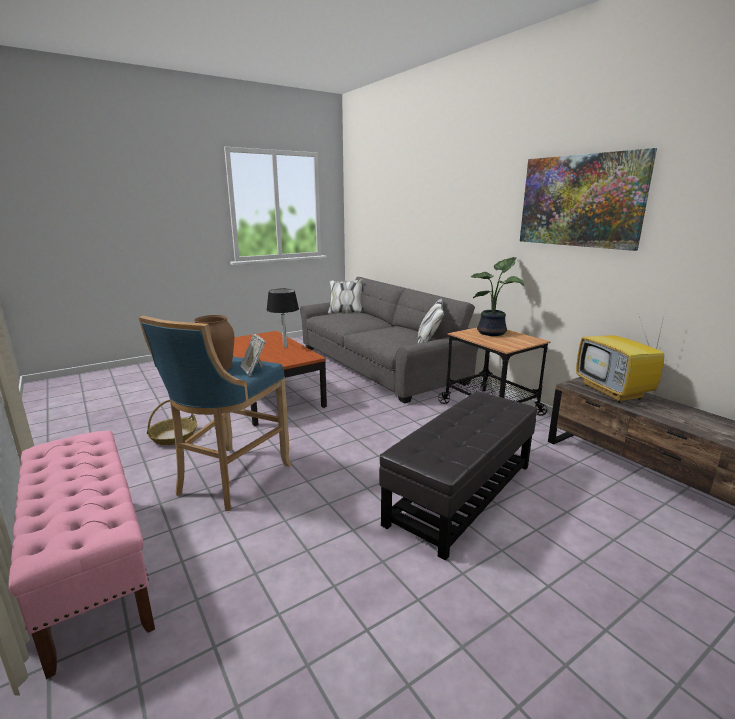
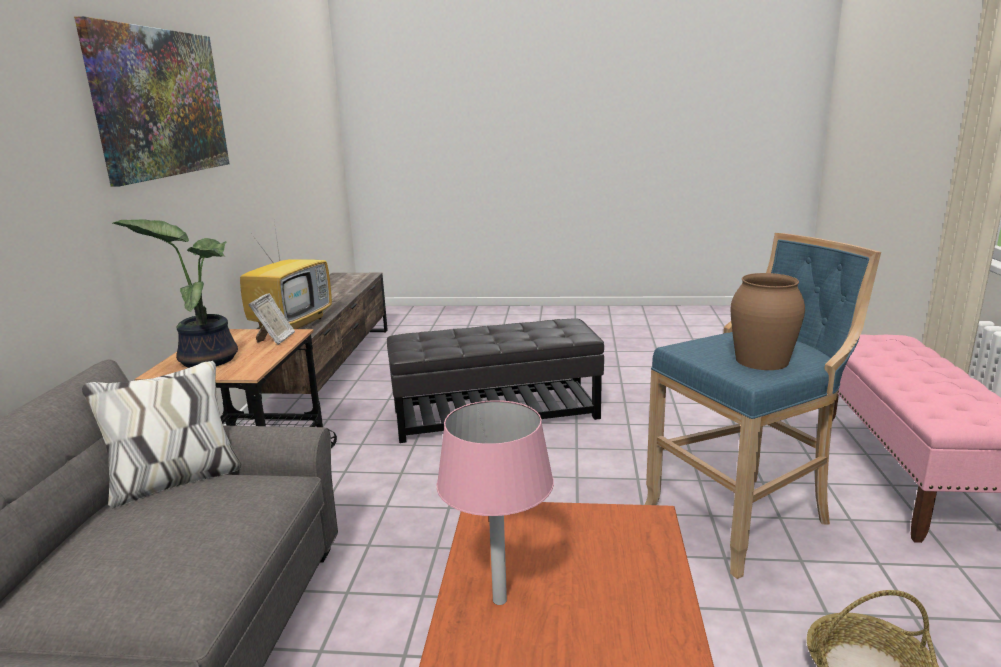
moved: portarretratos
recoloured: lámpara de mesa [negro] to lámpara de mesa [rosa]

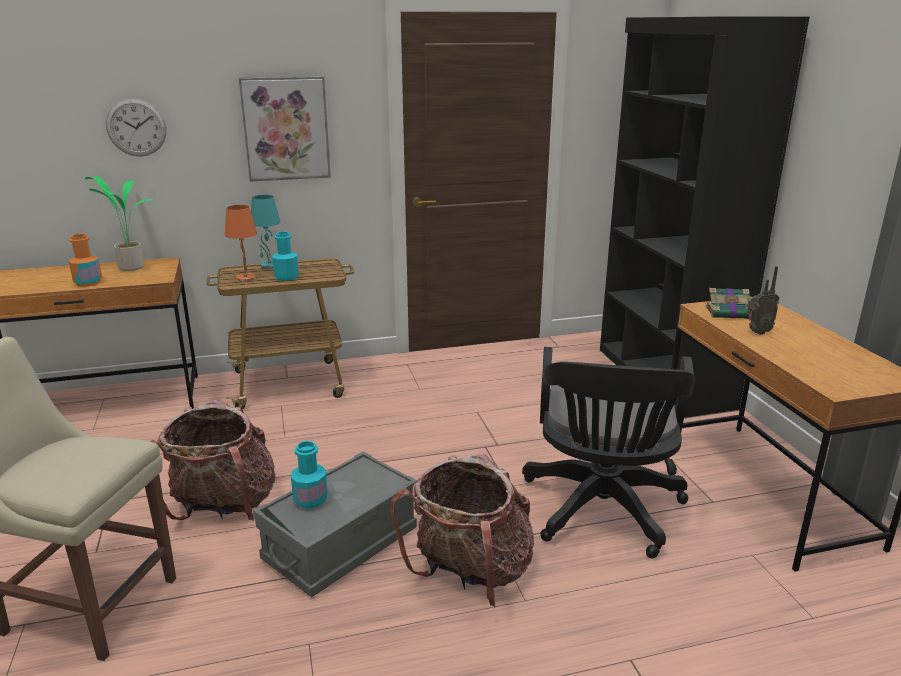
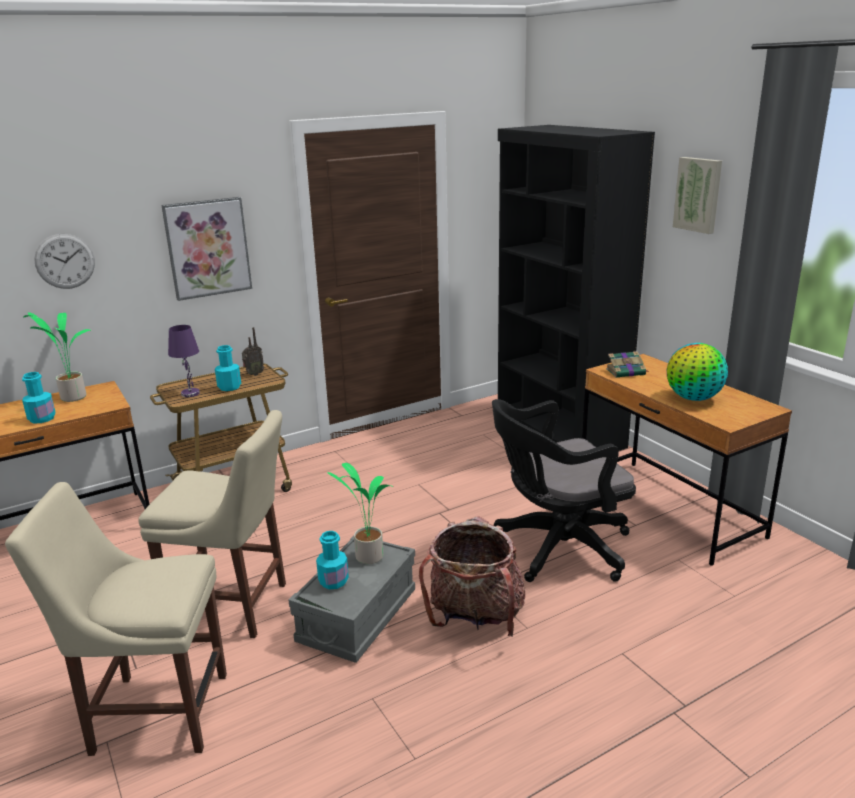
removed: lámpara de mesa [turquesa]
added: planta en maceta (2nd from left); globo terráqueo; cuadro (2nd from left)
moved: radio
replaced: mochila (1st from left) to silla [beis] (2nd from left)
recoloured: botella [naranja] to botella [turquesa] (1st from left); lámpara de mesa [naranja] to lámpara de mesa [morado]
turned: silla de oficina [negro] 75 degrees clockwise

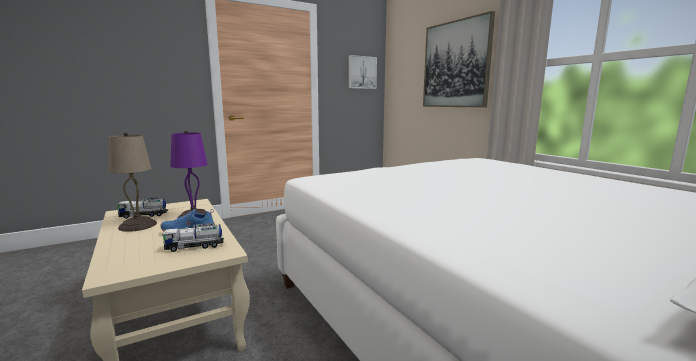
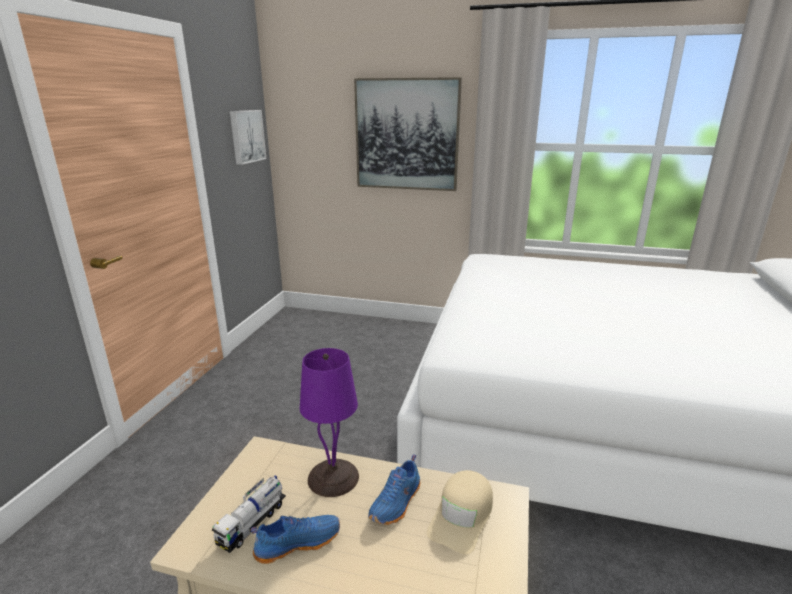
replaced: lámpara de mesa [beis] to zapato [azul] (1st from left); camión de juguete (2nd from left) to gorra [beis]

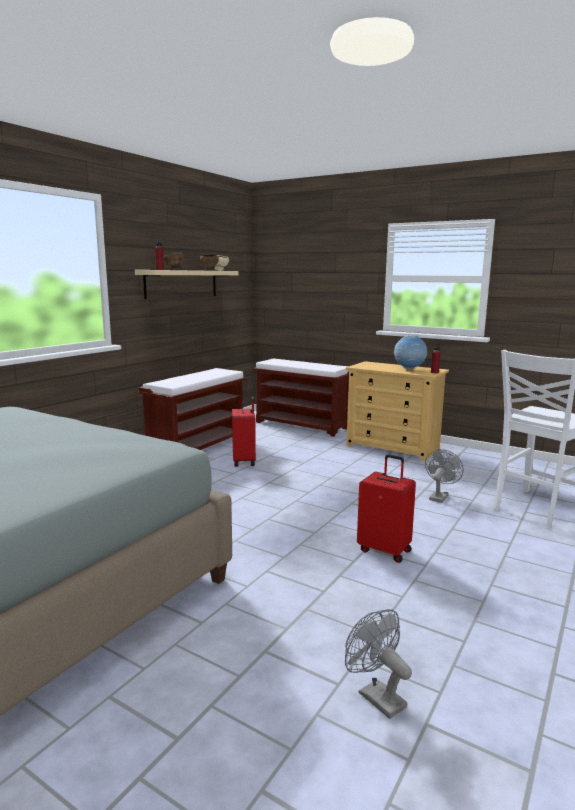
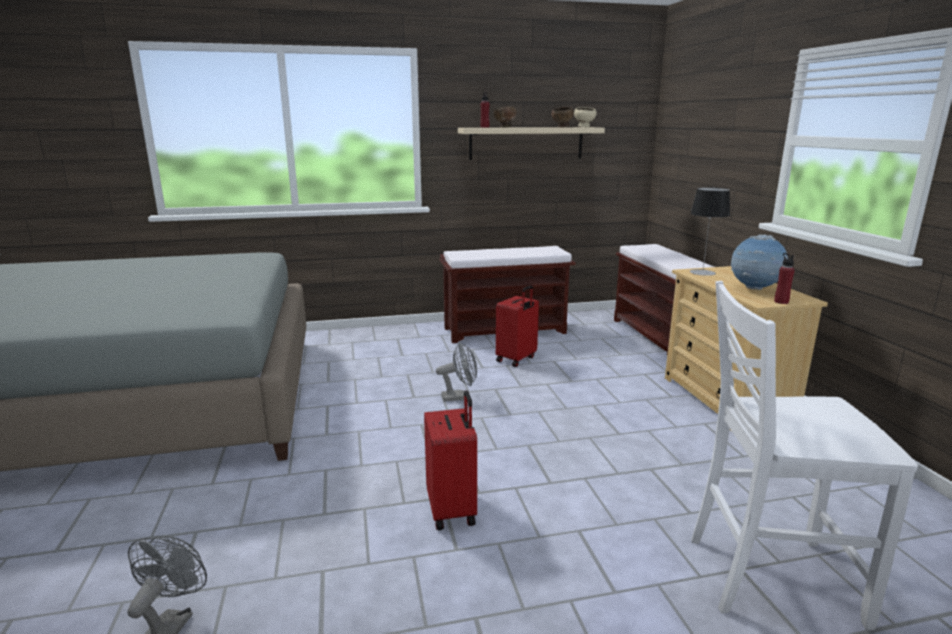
added: lámpara de mesa
moved: ventilador [gris] (2nd from left)

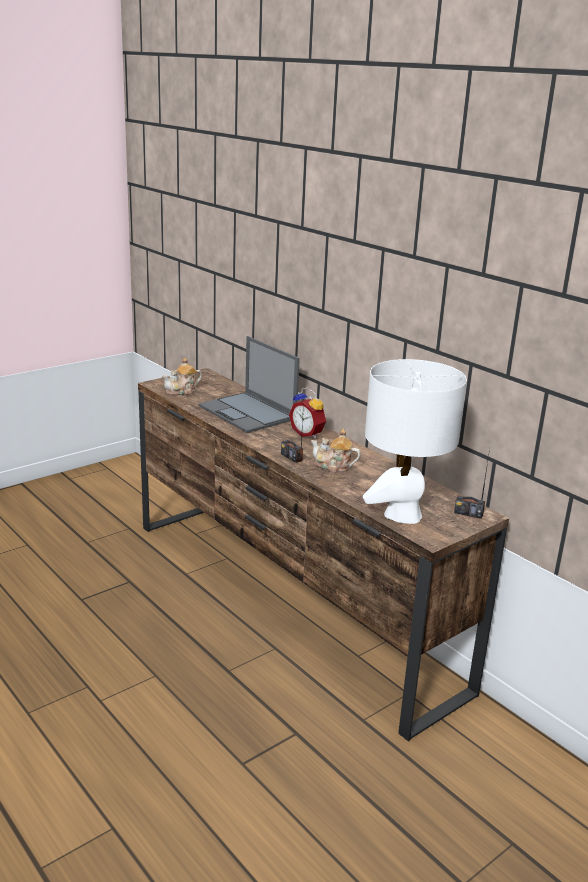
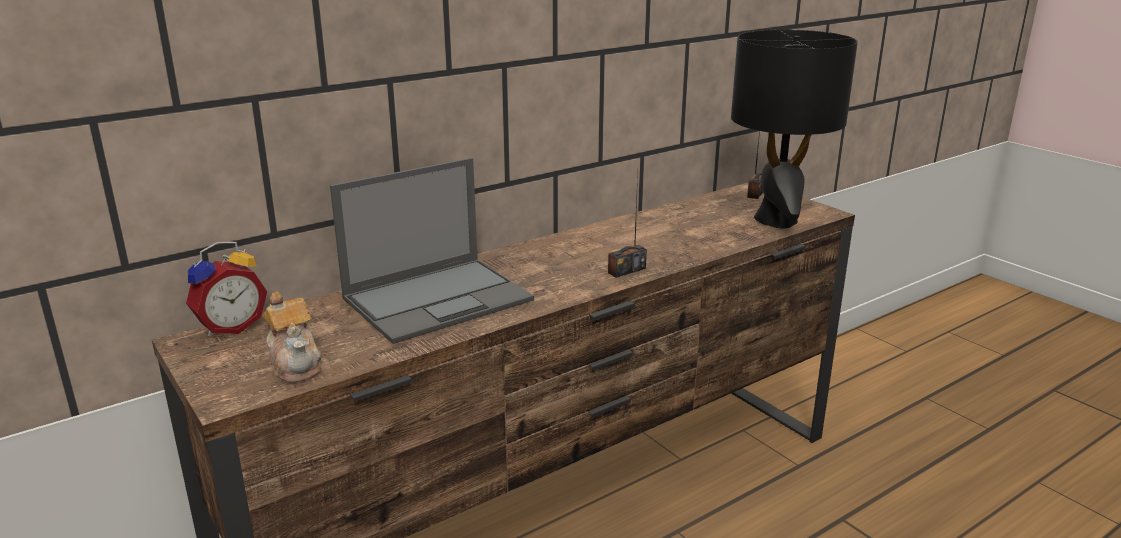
removed: tetera (2nd from left)
moved: despertador
recoloured: lámpara de mesa [blanco] to lámpara de mesa [negro]

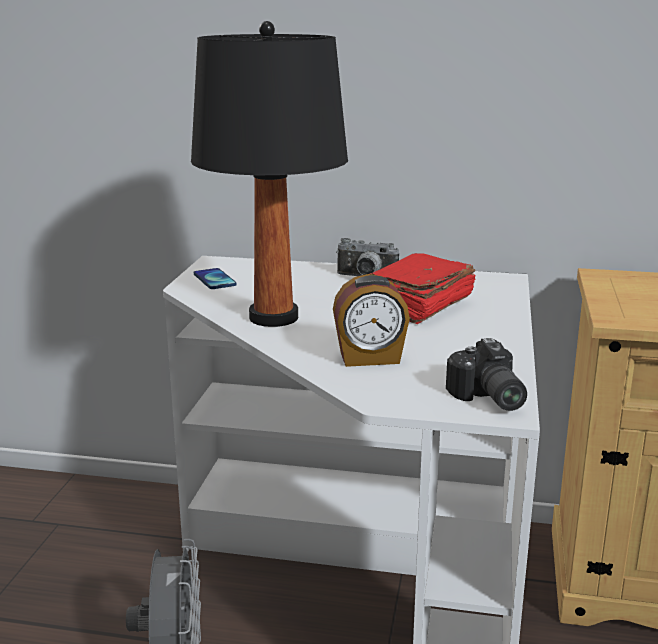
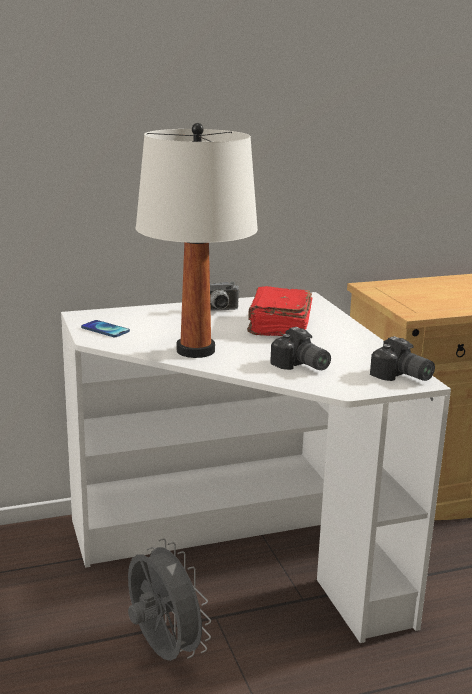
replaced: despertador to cámara (2nd from left)
recoloured: lámpara de mesa [negro] to lámpara de mesa [blanco]

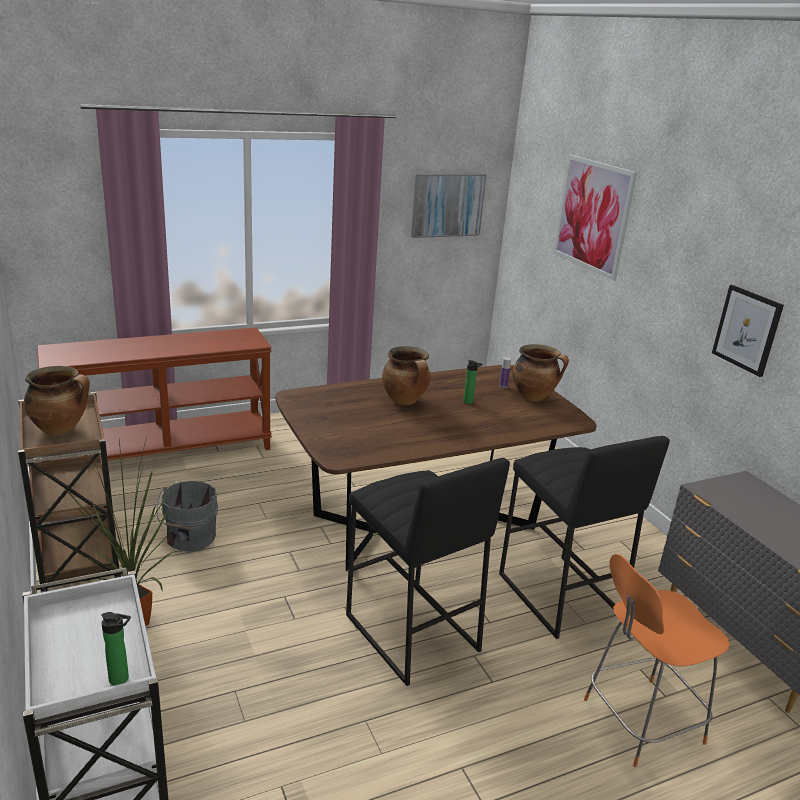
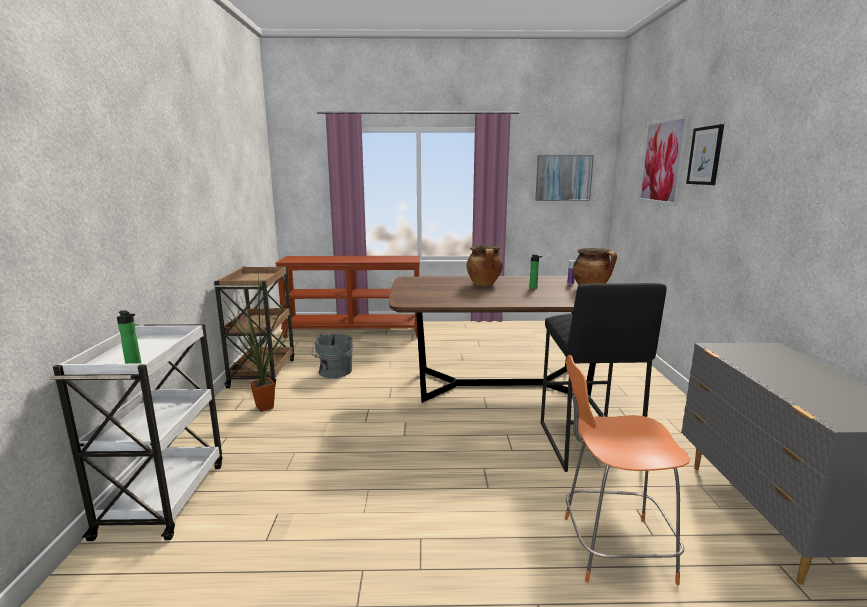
removed: olla (1st from left); taburete [negro] (1st from left)
moved: cuadro (3rd from left)

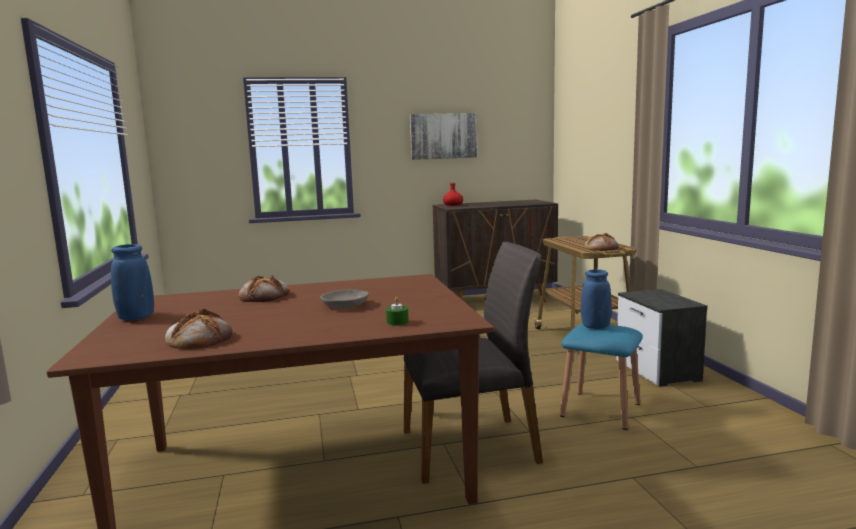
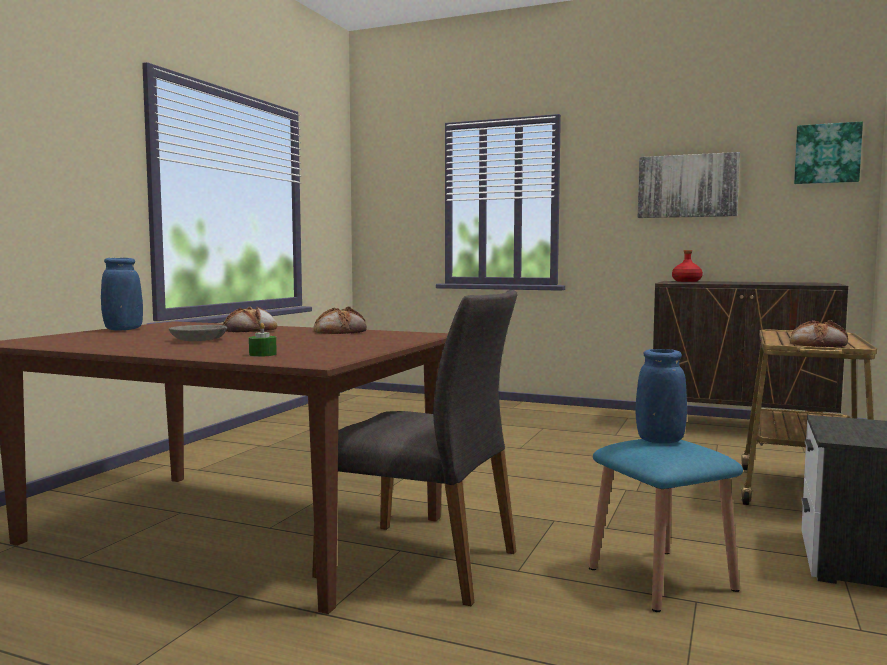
added: cuadro (2nd from left)
moved: pan (1st from left in the first image) to pan (2nd from left); cuenco [gris]

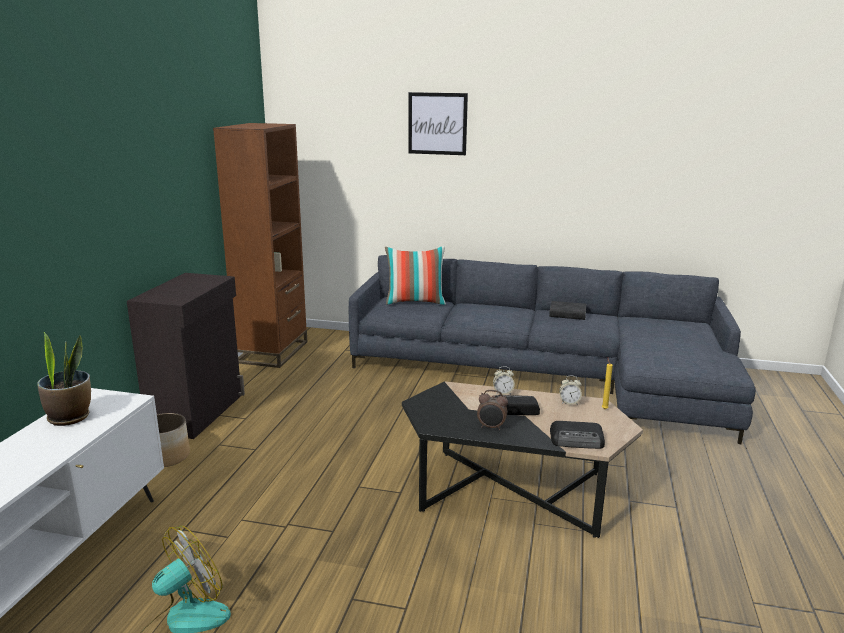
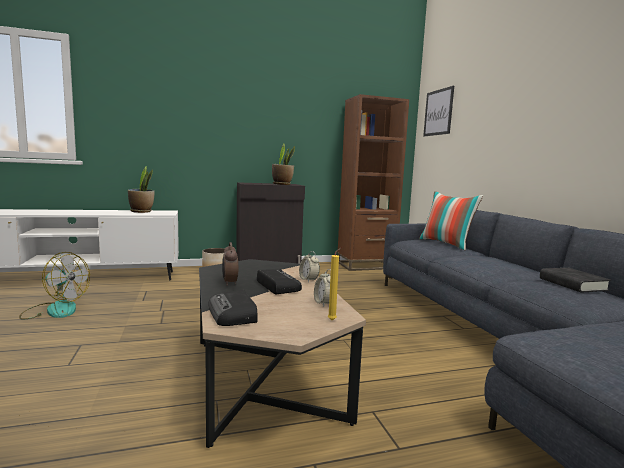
added: planta en maceta (2nd from left)
moved: cuadro

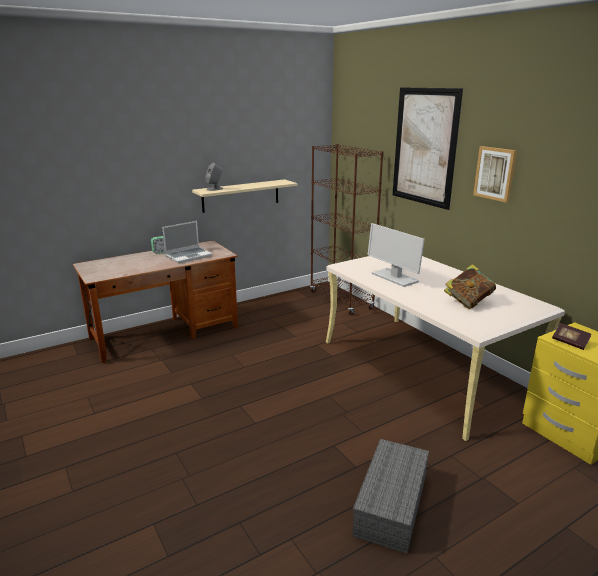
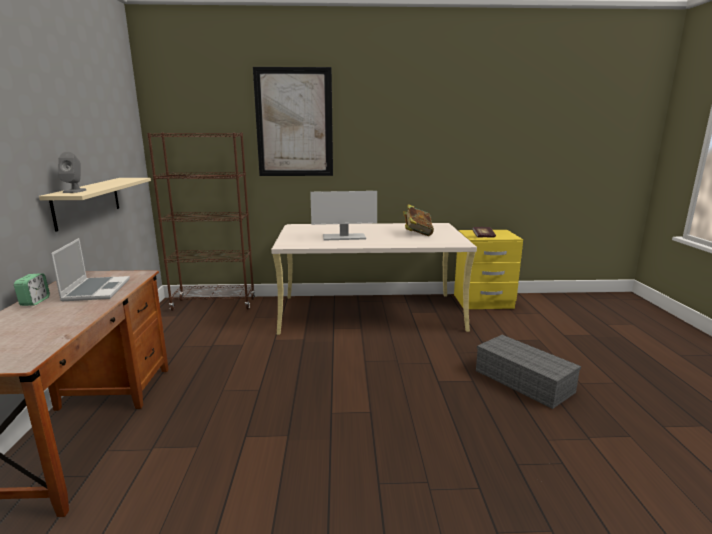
removed: cuadro (2nd from left)

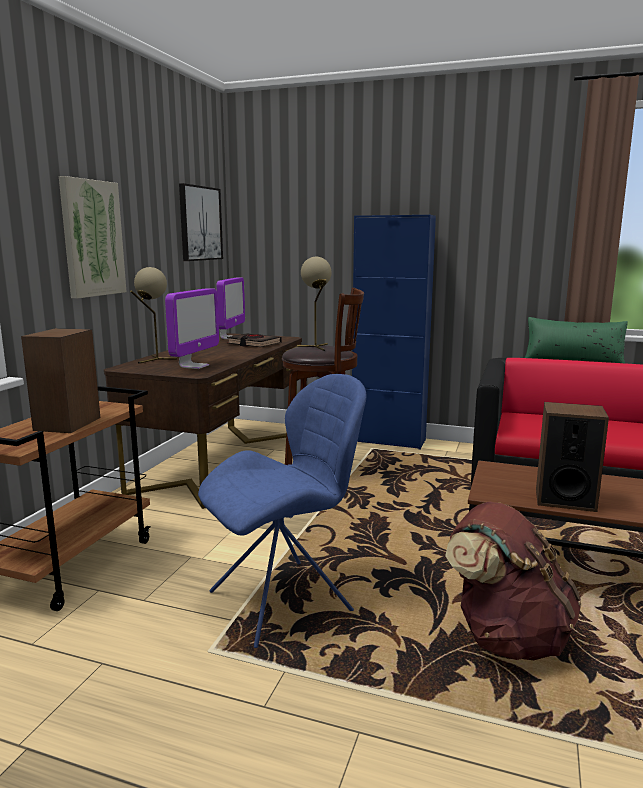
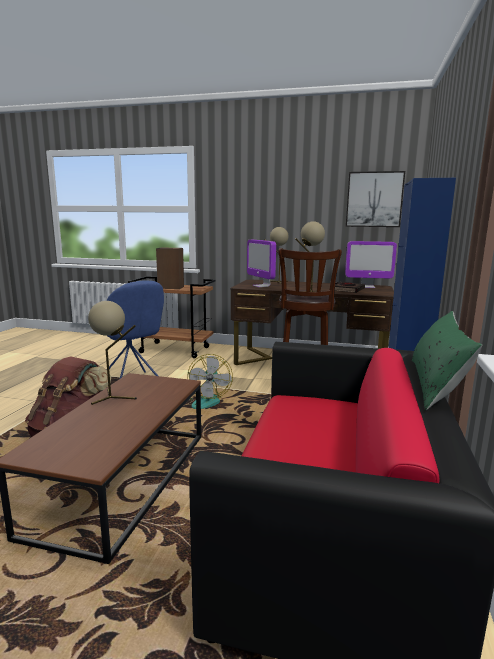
removed: cuadro (1st from left)
added: ventilador
replaced: altavoz (2nd from left) to lámpara de mesa [beis] (1st from left)
turned: monitor (1st from left) 45 degrees clockwise

